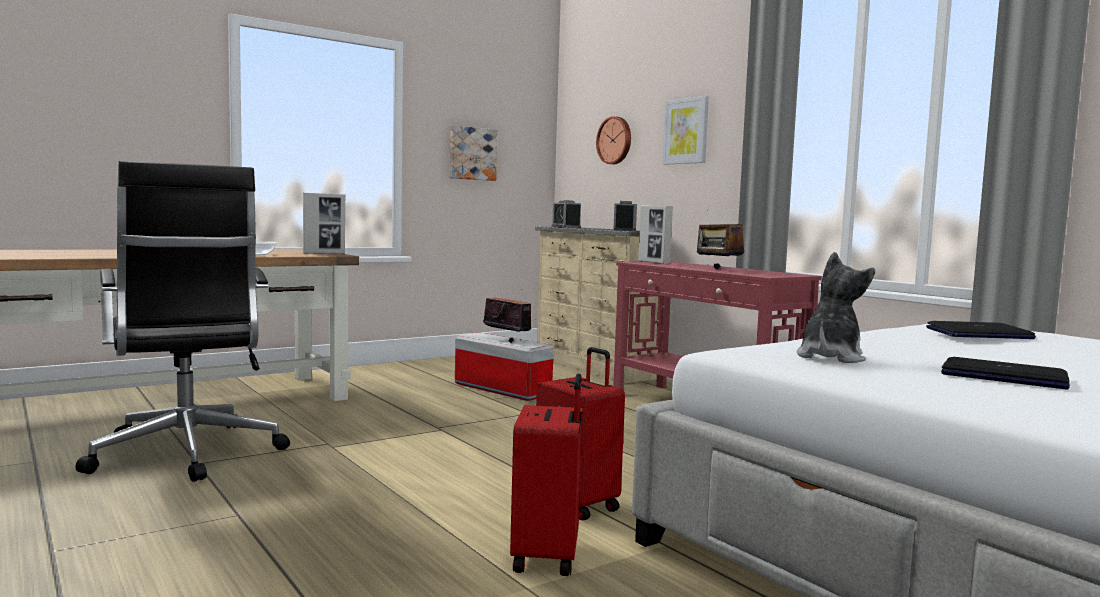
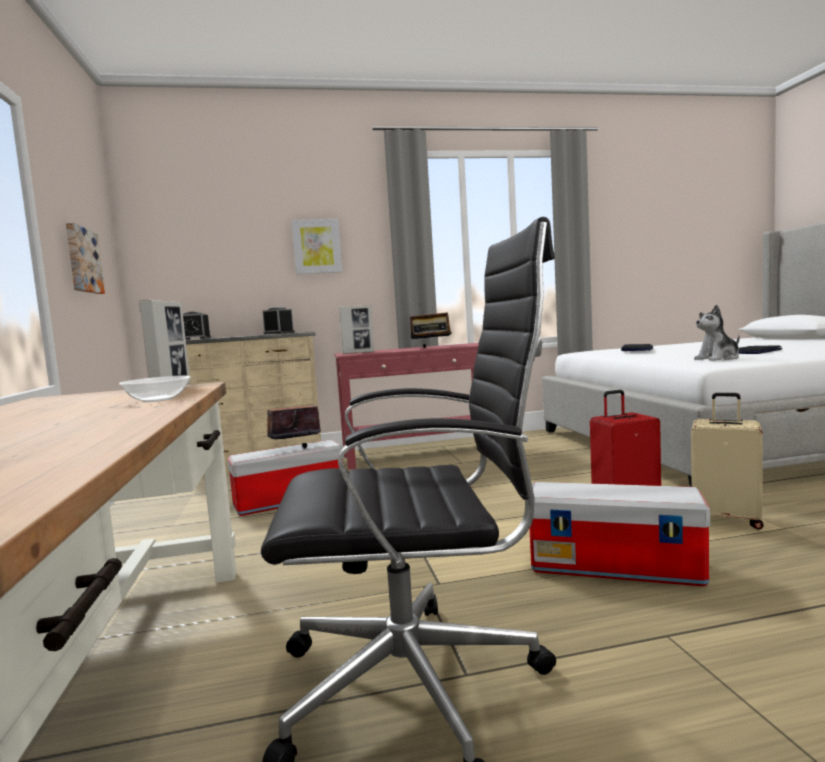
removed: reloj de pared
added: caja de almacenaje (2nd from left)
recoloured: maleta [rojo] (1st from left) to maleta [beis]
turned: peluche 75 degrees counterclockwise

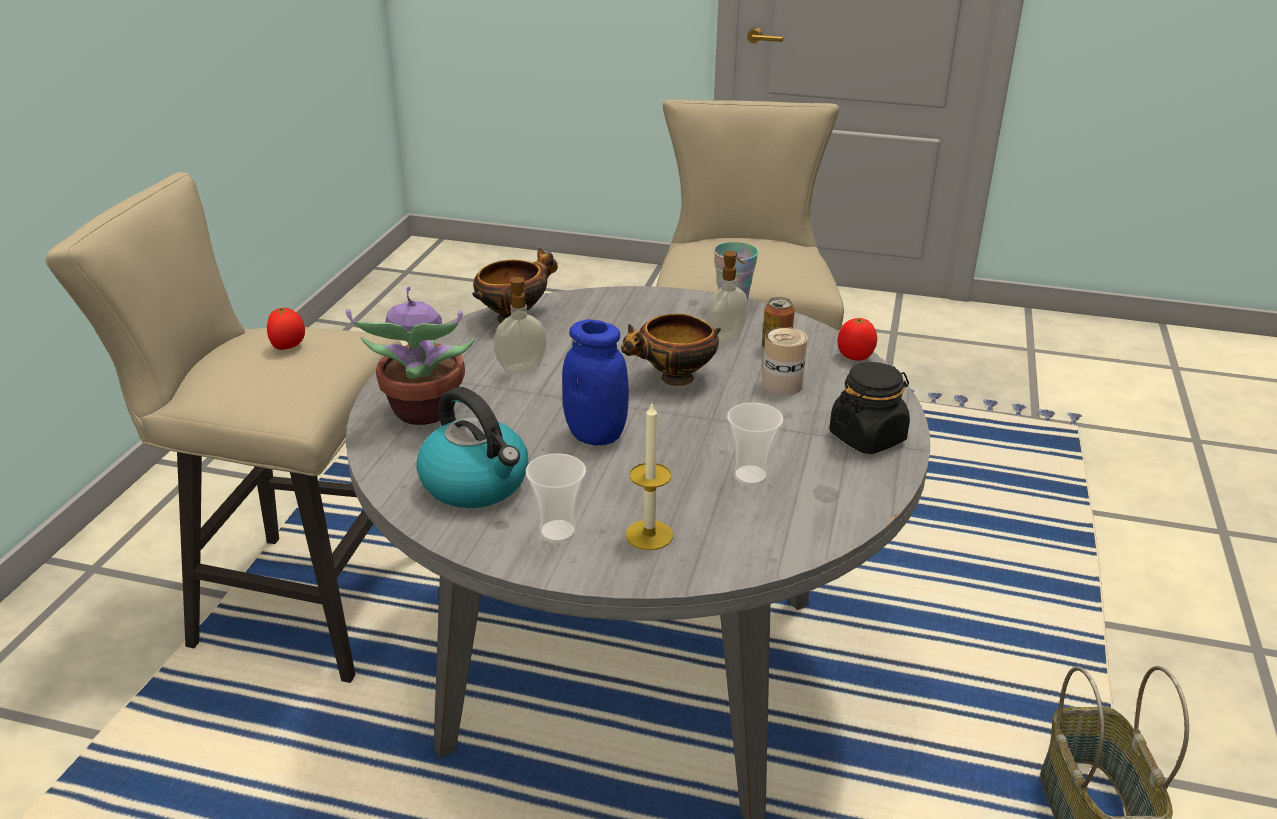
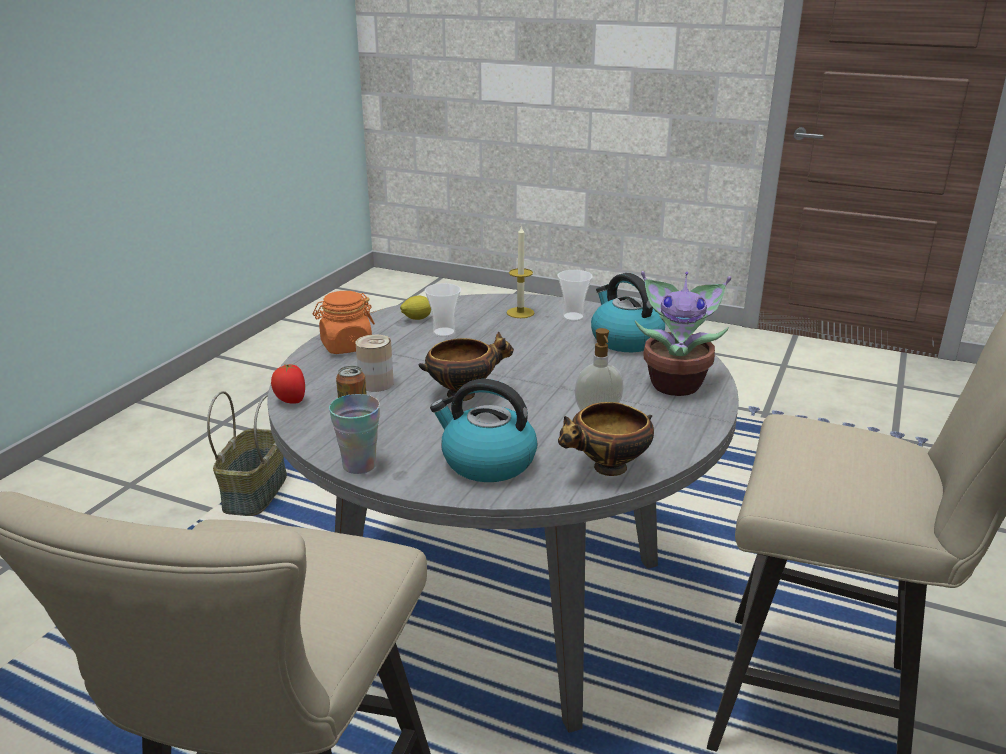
removed: tomate (1st from left); tarro [azul]; dispensador de jabón (2nd from left)
added: limón; hervidor (1st from left)
recoloured: tarro [negro] to tarro [naranja]

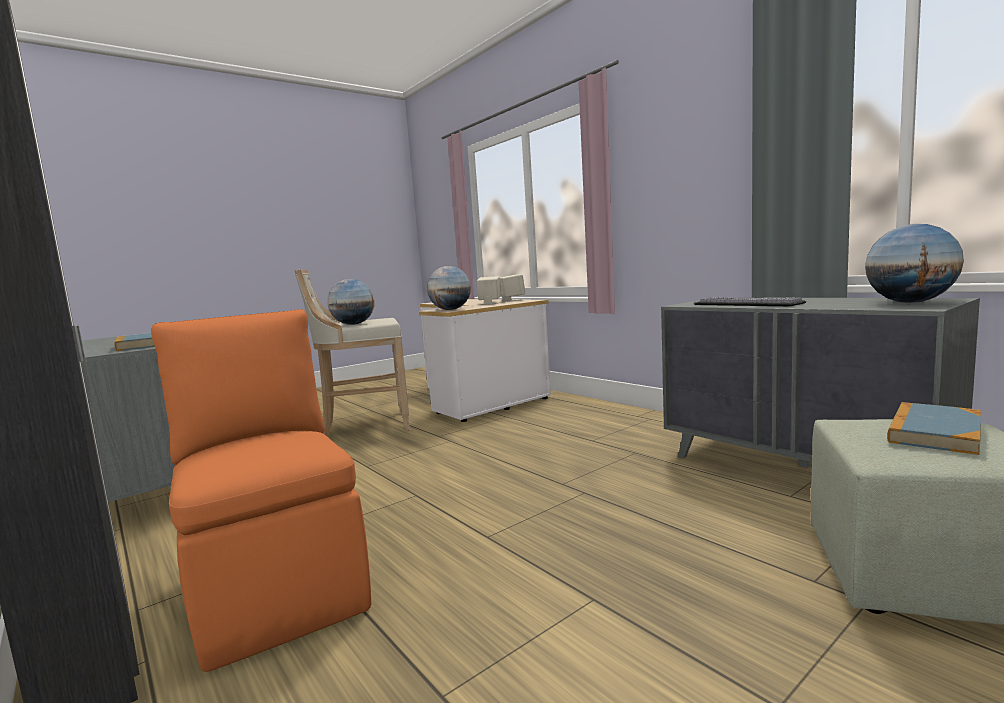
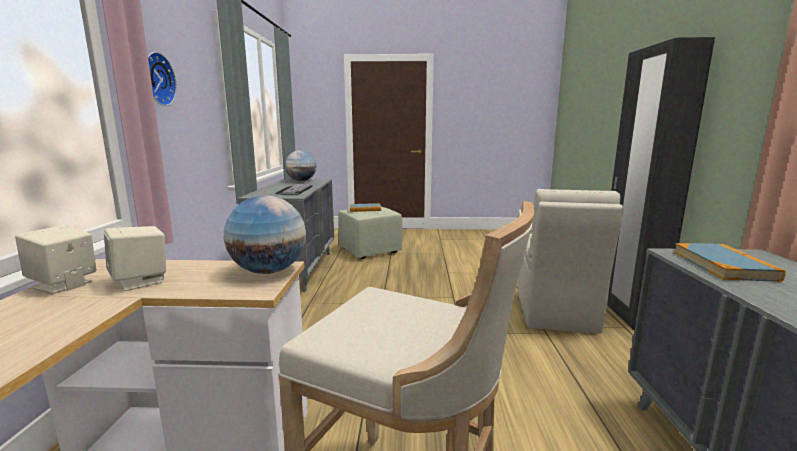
removed: globo terráqueo (1st from left)
added: reloj de pared
recoloured: silla [naranja] to silla [beis]

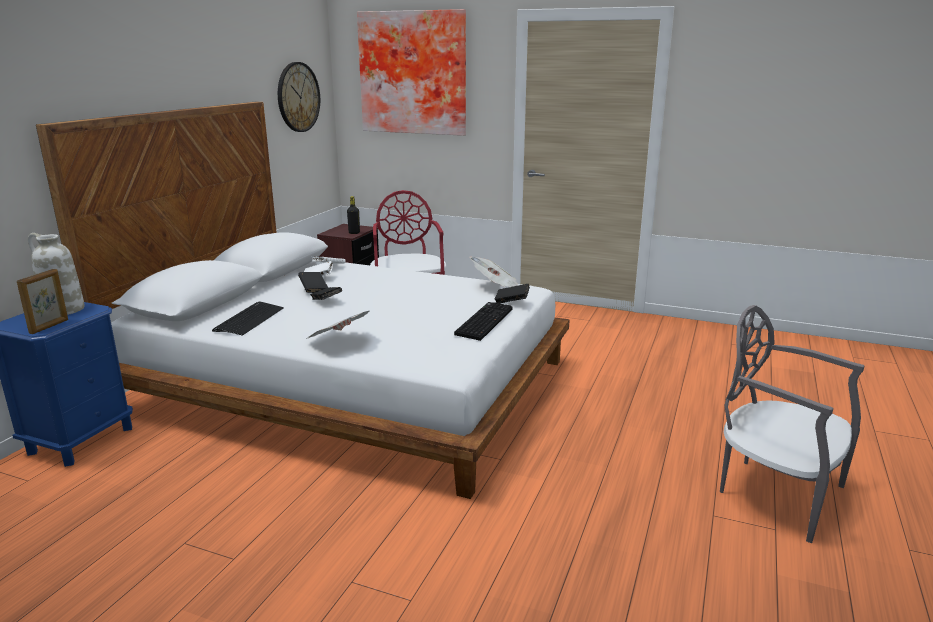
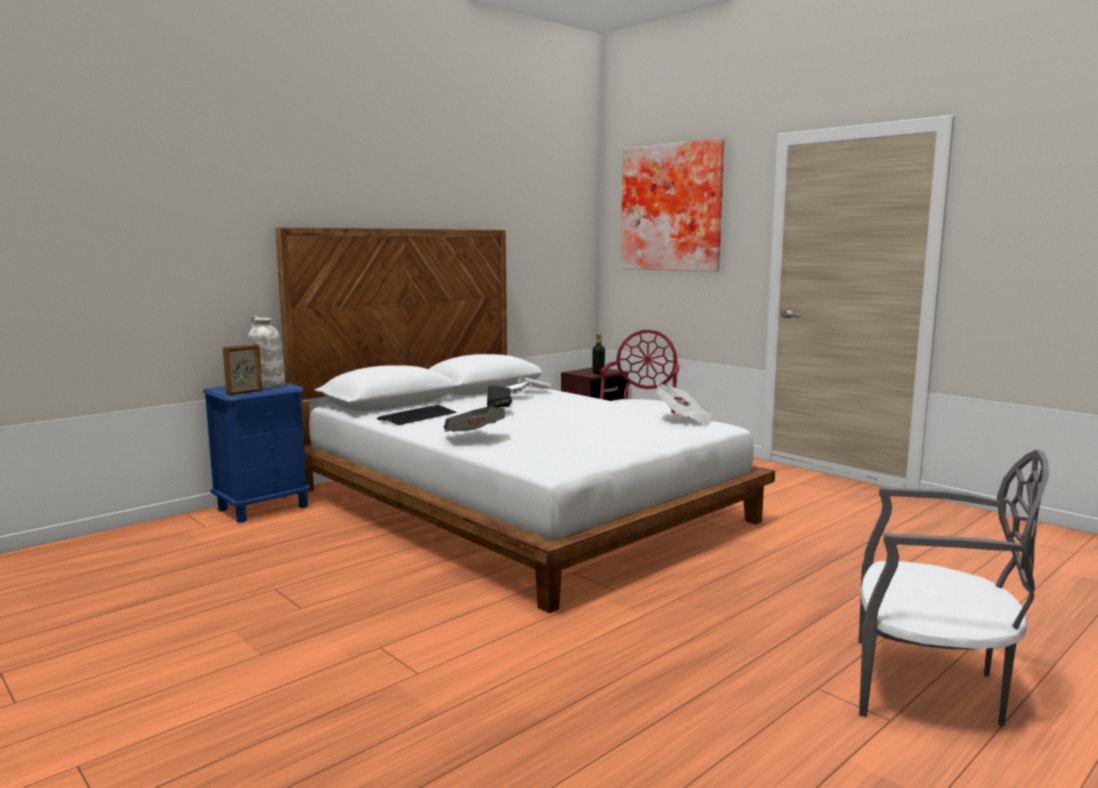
removed: reloj de pared; teclado (2nd from left); libro [negro] (3rd from left)
turned: silla [gris] 135 degrees clockwise

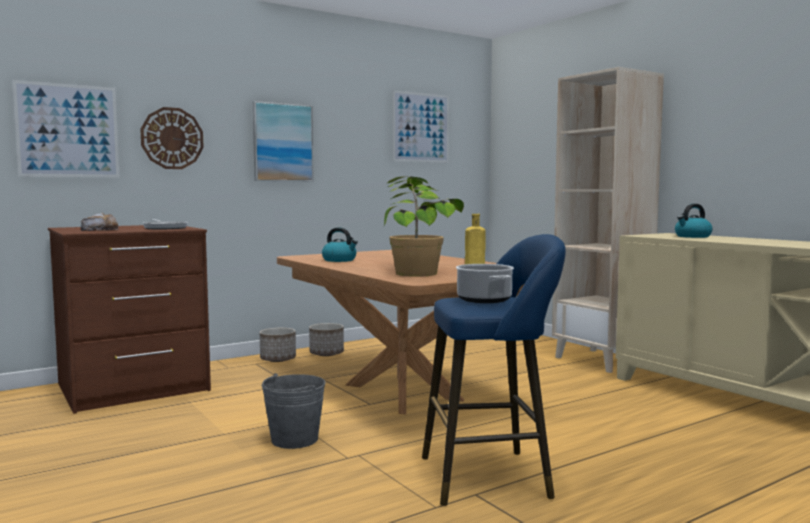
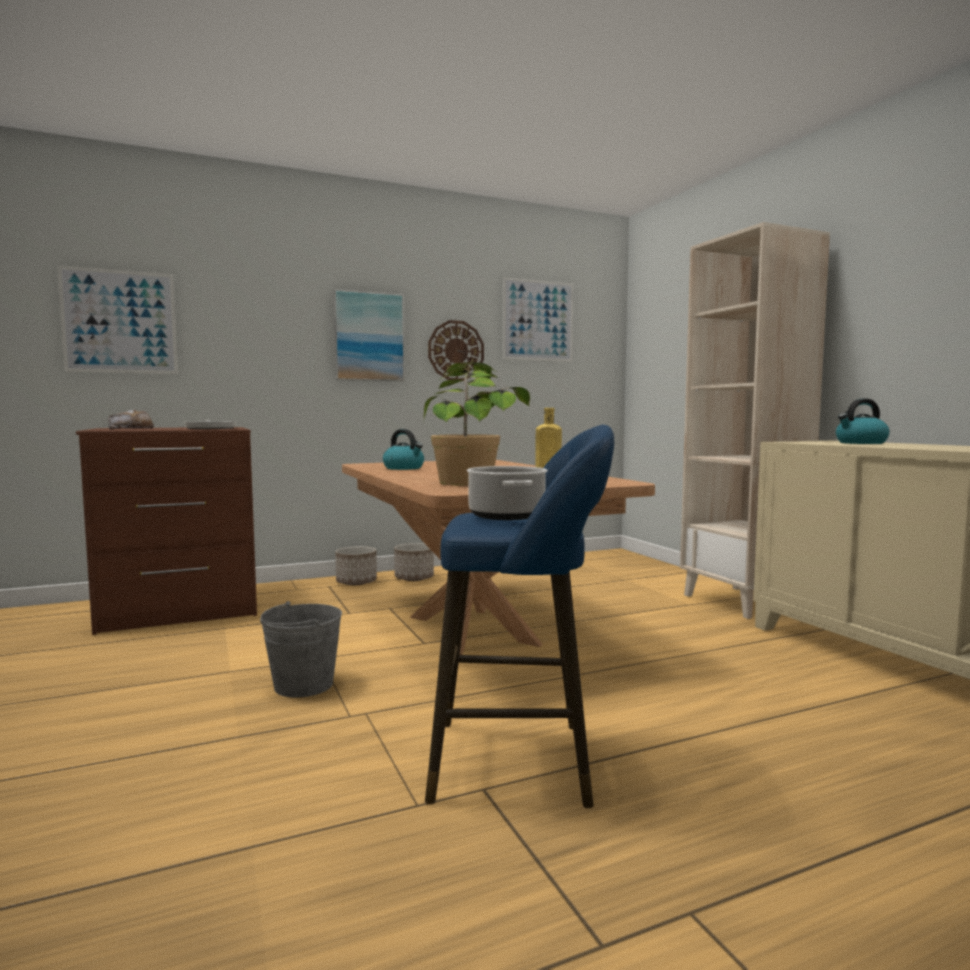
moved: reloj de pared

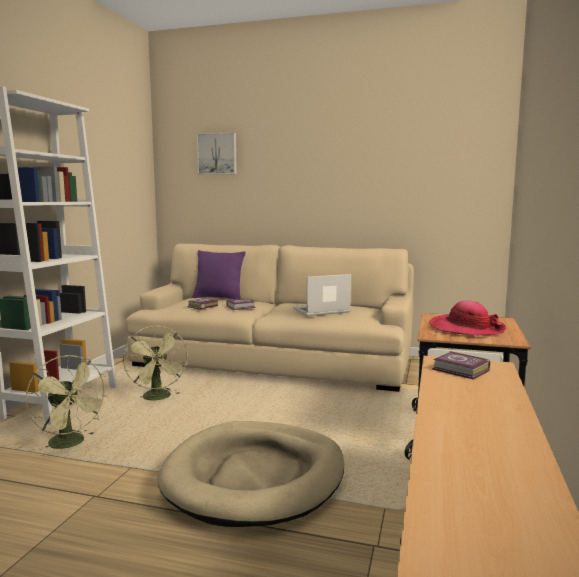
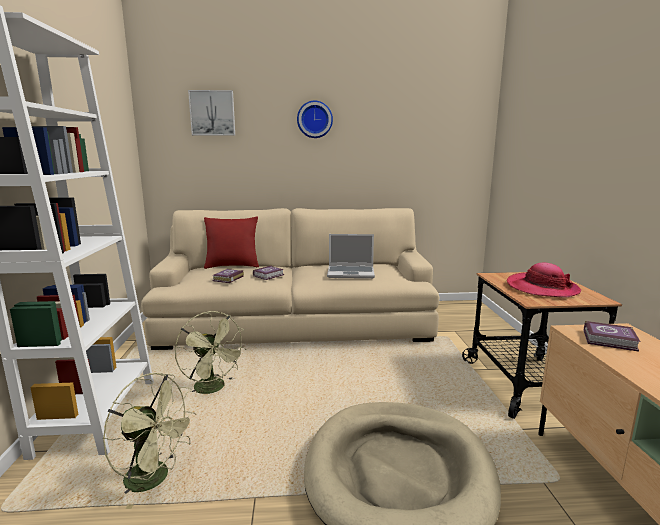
added: reloj de pared
recoloured: cojín [morado] to cojín [rojo]
turned: portátil 135 degrees counterclockwise

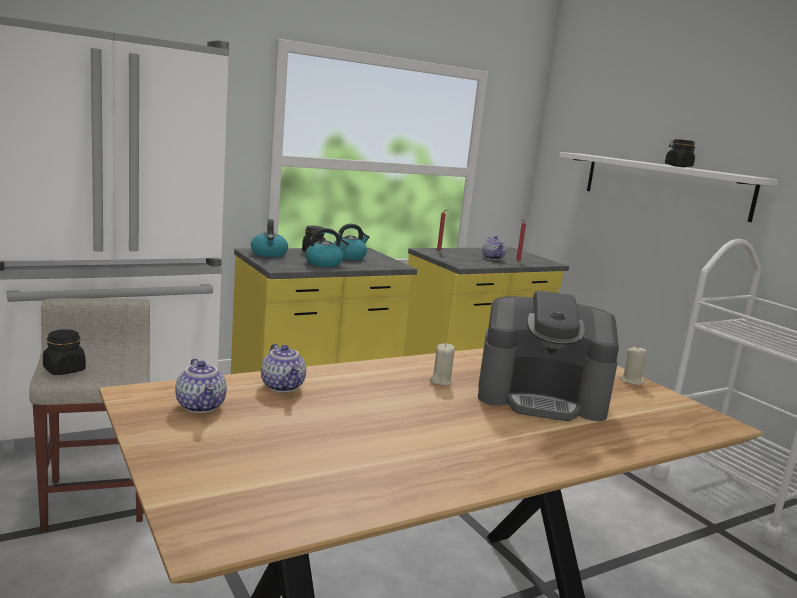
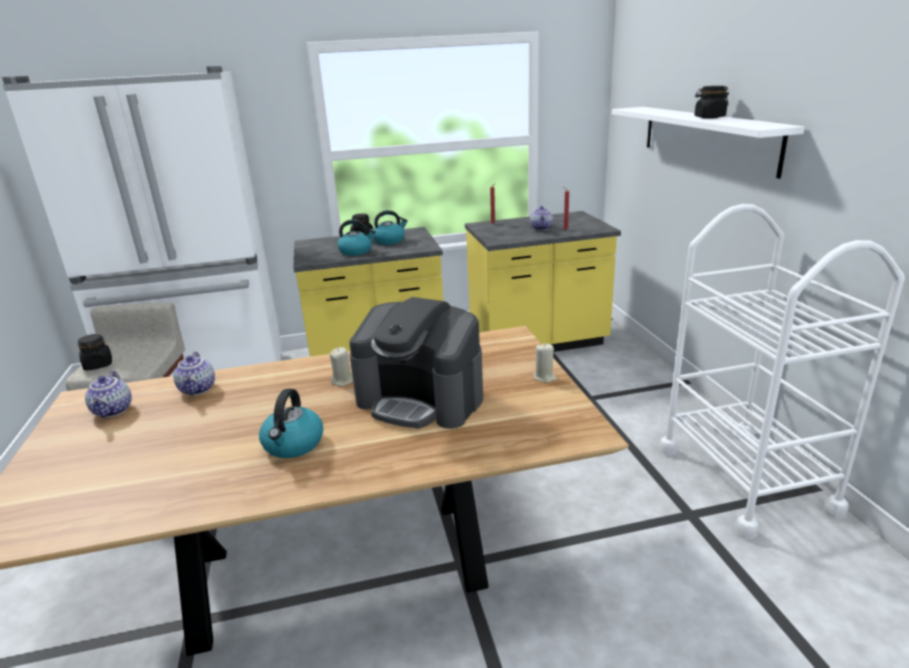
moved: hervidor (1st from left)

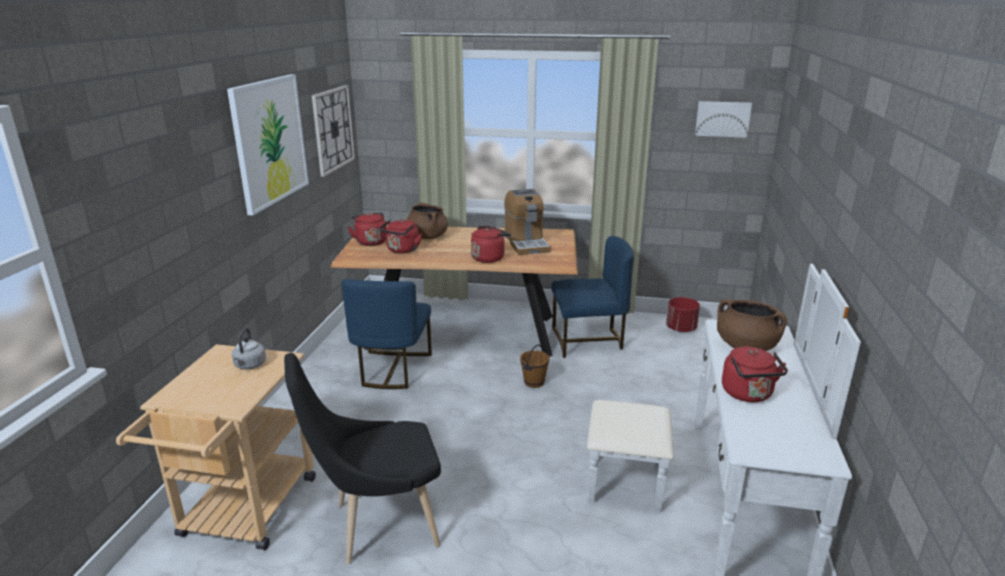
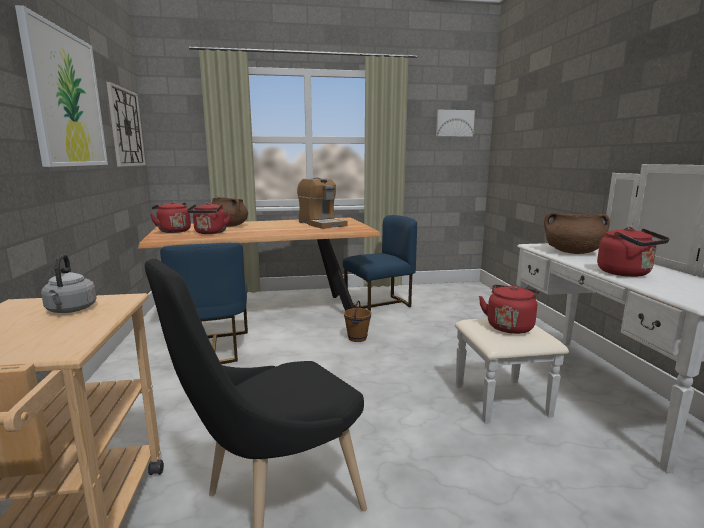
removed: maceta [rojo]
moved: hervidor [rojo] (3rd from left)

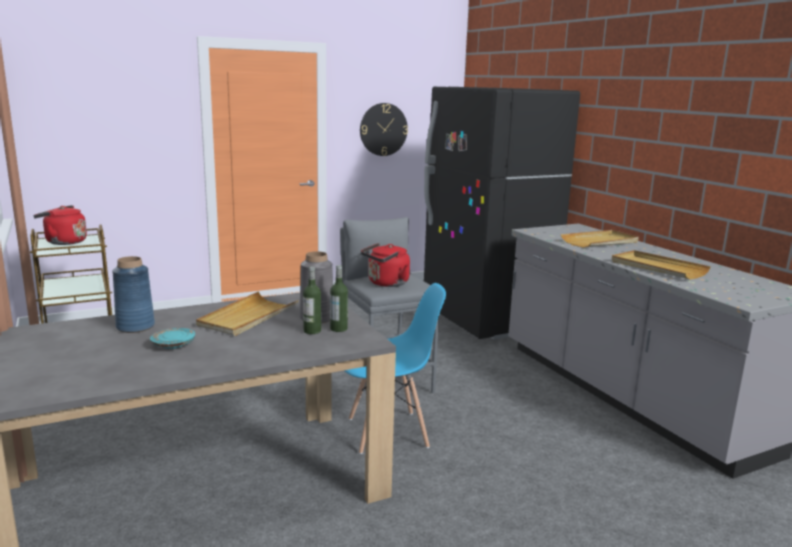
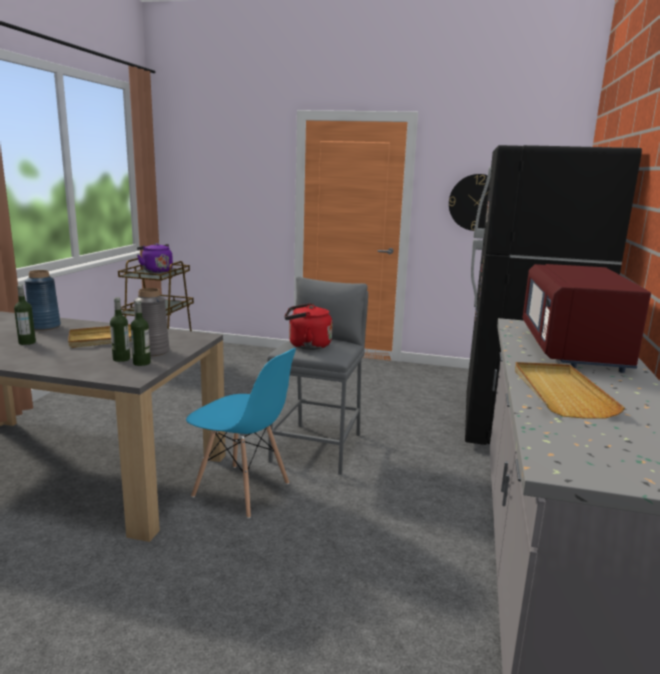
replaced: plato [turquesa] to botella (1st from left); bandeja [beis] (2nd from left) to microondas [rojo]
recoloured: hervidor [rojo] (1st from left) to hervidor [morado]

